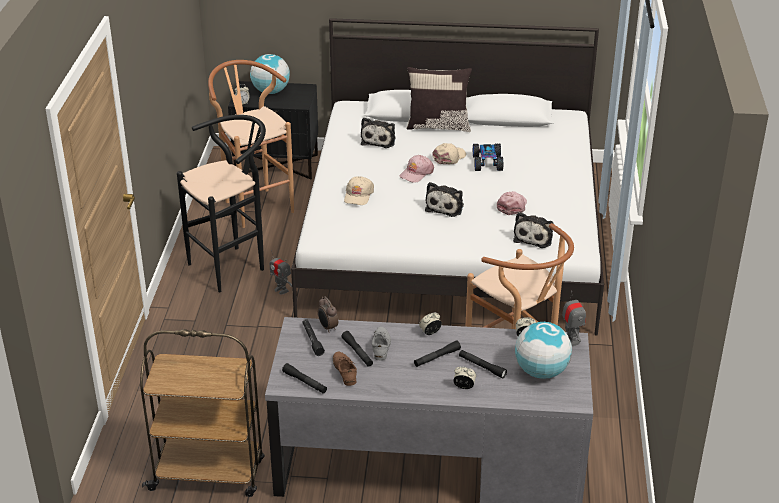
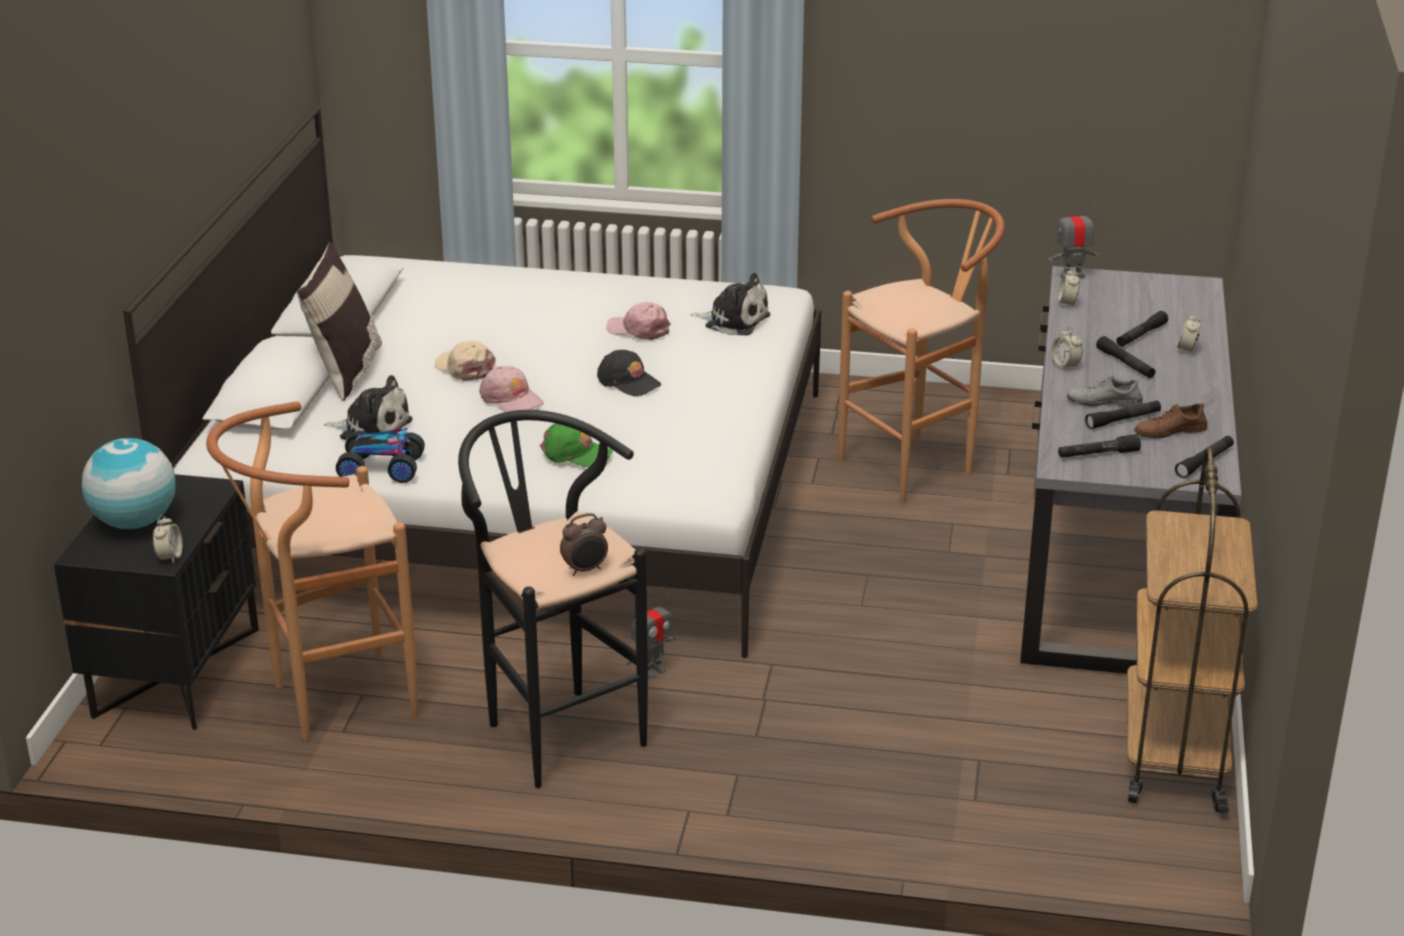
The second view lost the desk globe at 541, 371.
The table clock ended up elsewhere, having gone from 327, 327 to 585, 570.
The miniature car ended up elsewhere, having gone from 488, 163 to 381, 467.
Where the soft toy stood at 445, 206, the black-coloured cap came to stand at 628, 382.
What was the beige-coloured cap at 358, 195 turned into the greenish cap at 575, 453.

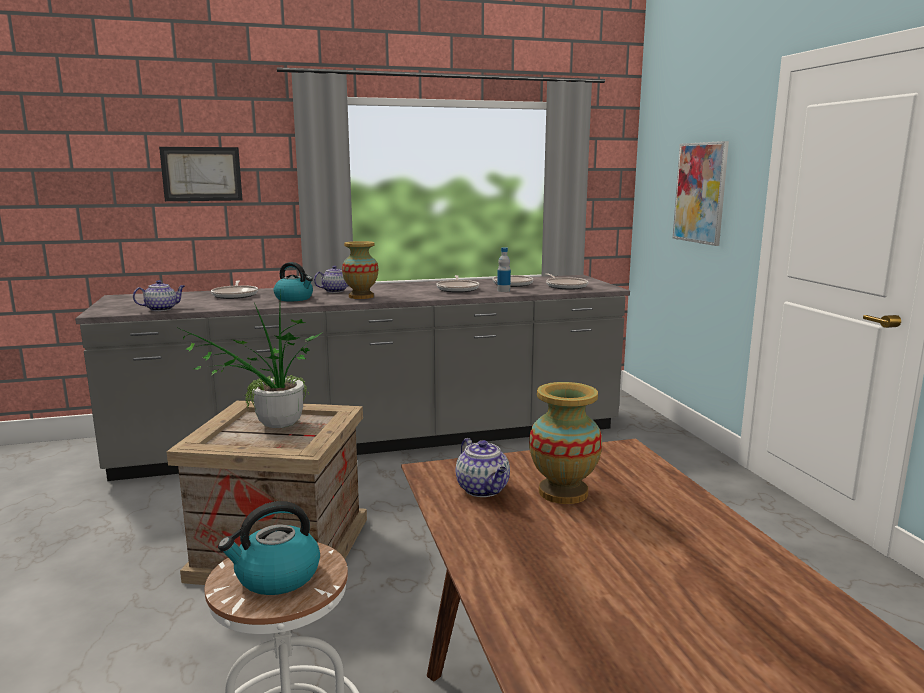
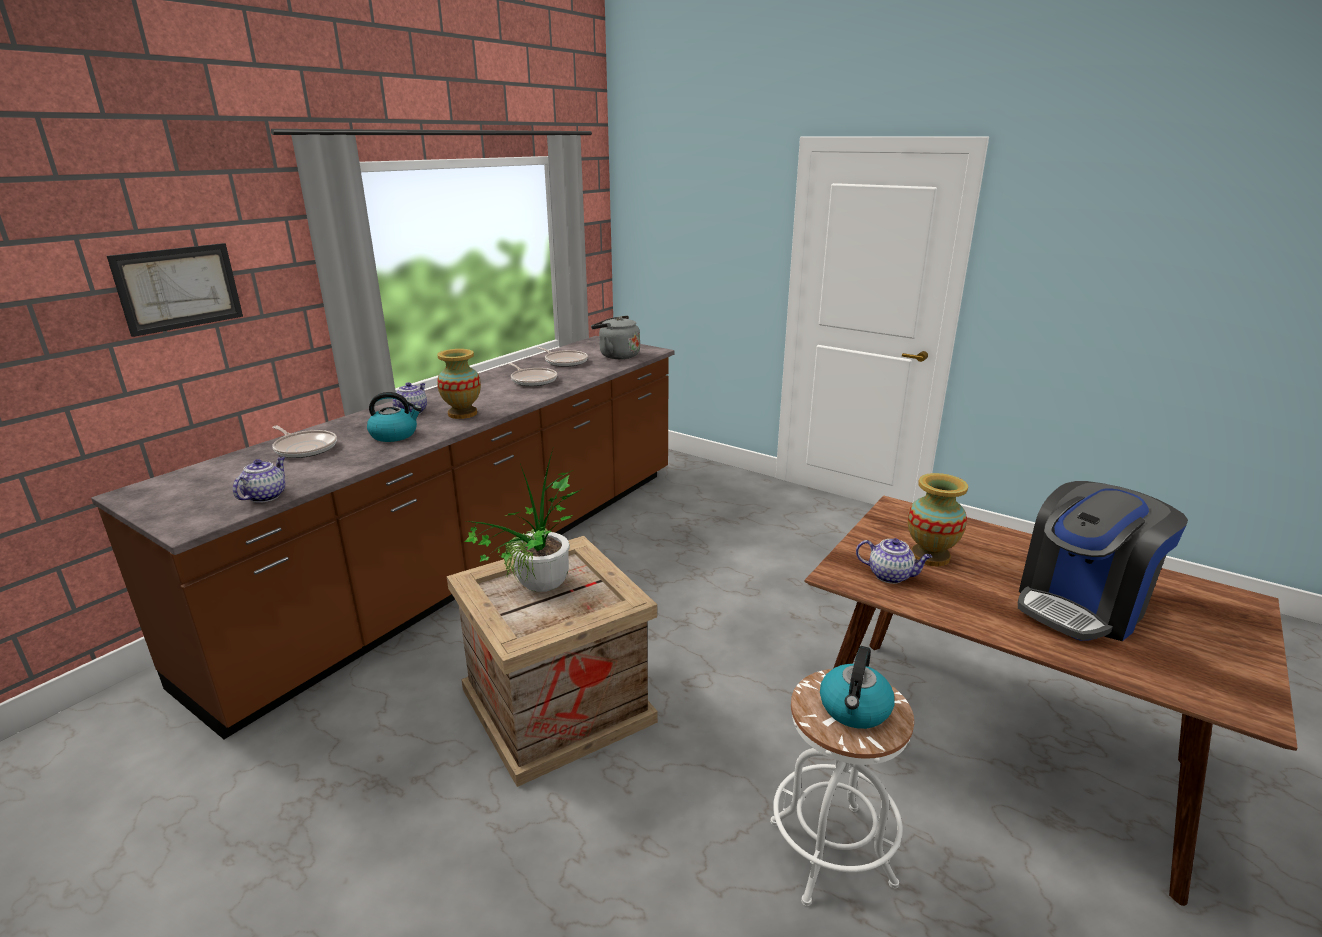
The second view lost the drink bottle at 503, 290.
The second view lost the wall picture at 700, 193.
The second view gained the coffee maker at 1082, 605.
Where the pan stood at 565, 286, the gray kettle came to stand at 617, 355.
What was the gray kitchen counter at 377, 440 turned into the brownish kitchen counter at 476, 561.

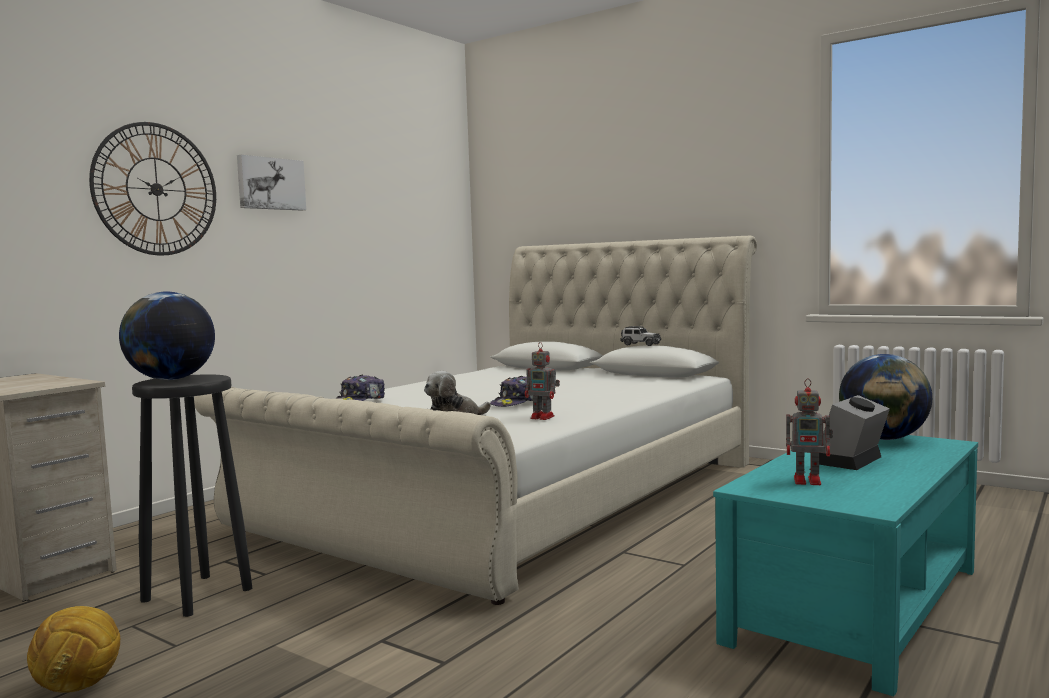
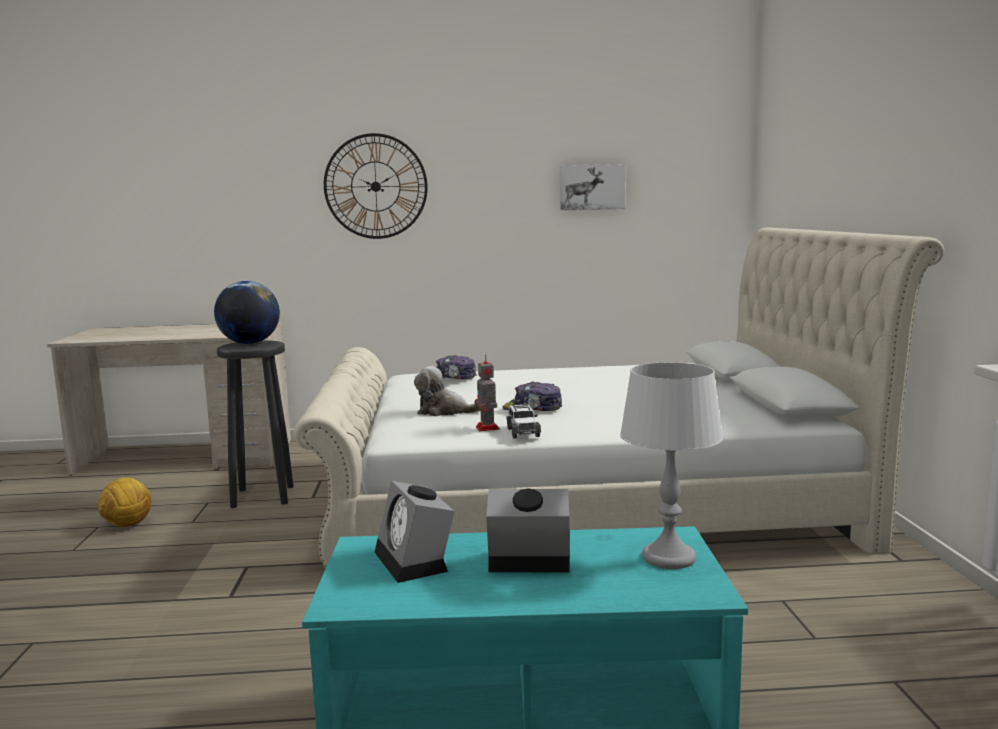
The wall picture ended up elsewhere, having gone from 270, 184 to 592, 187.
The miniature car ended up elsewhere, having gone from 640, 344 to 522, 432.
Where the robot figure stood at 809, 481, the table clock came to stand at 415, 561.
Where the desk globe stood at 884, 439, the gray table lamp came to stand at 668, 558.

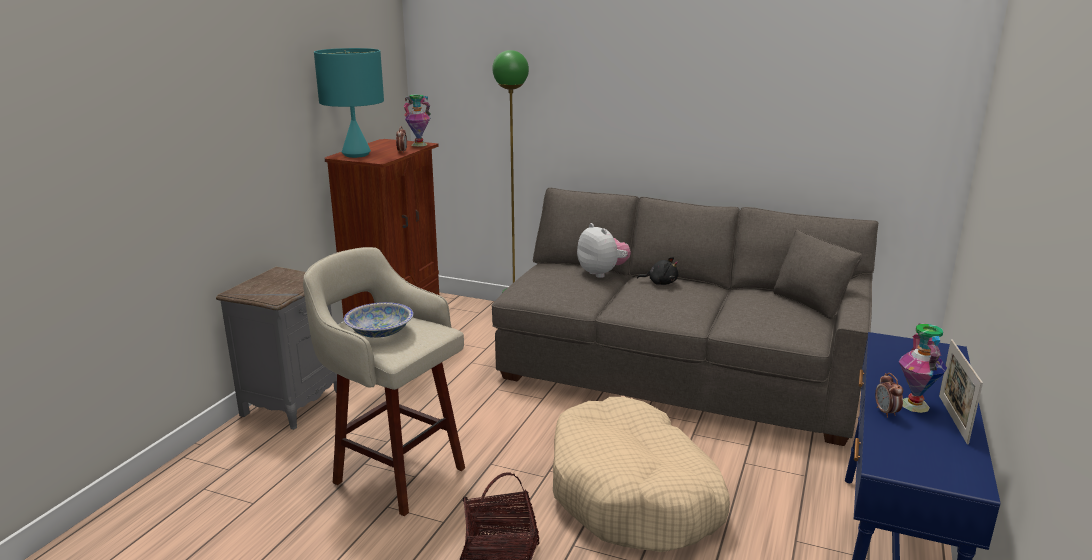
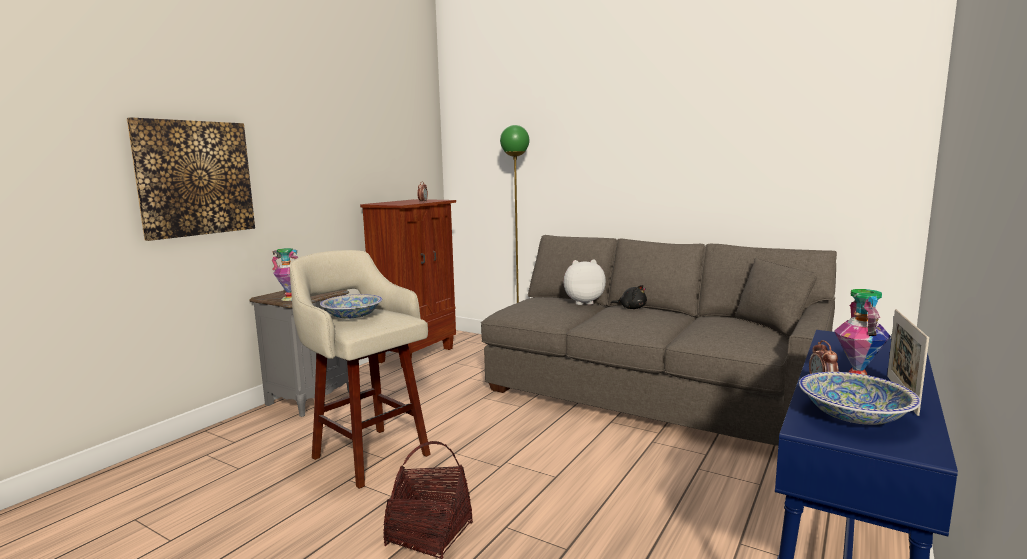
The second view lost the blue-green table lamp at 356, 155.
The second view lost the beige-coloured dog bed at 634, 494.
The second view gained the wall picture at 195, 178.
The second view gained the serving bowl at 854, 416.
The flower vase ended up elsewhere, having gone from 419, 144 to 289, 299.
The soft toy at 602, 273 ended up facing another way, 75 degrees counterclockwise from before.

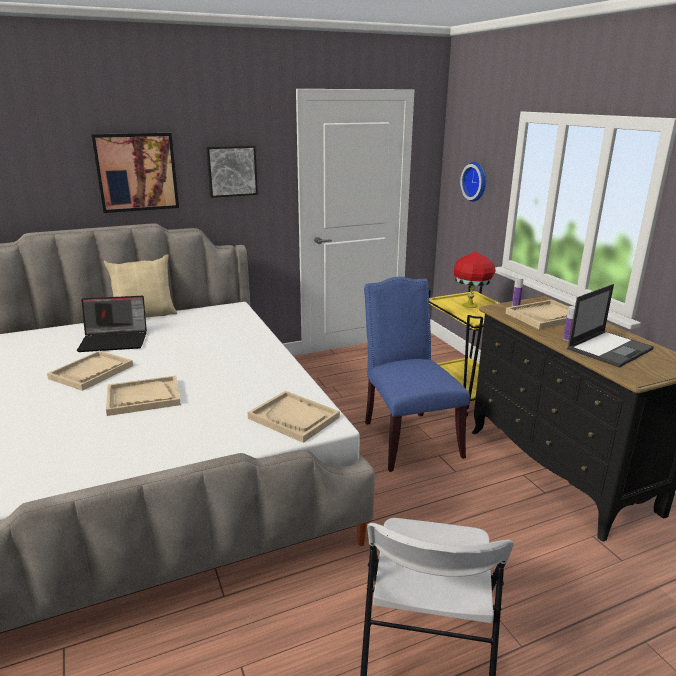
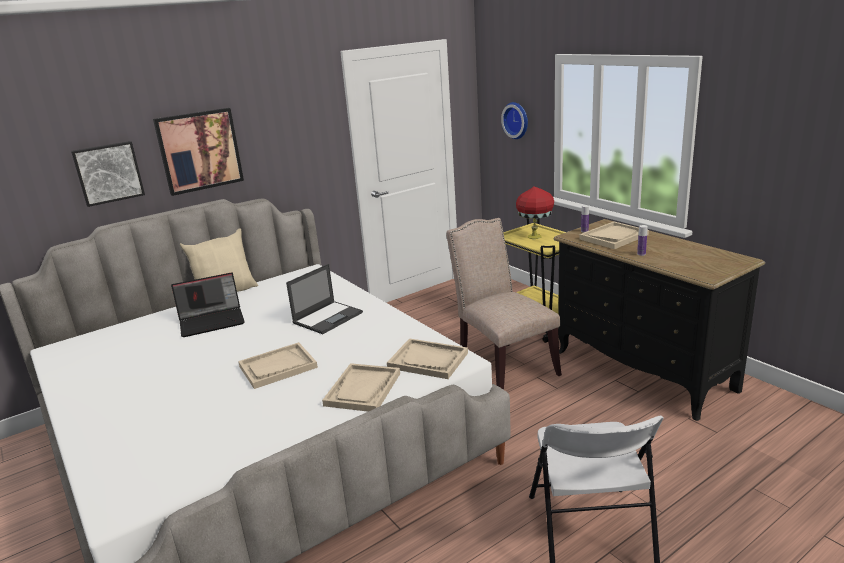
The beige-coloured tray ended up elsewhere, having gone from 91, 372 to 363, 389.
The wall picture ended up elsewhere, having gone from 231, 171 to 108, 173.
The notebook computer ended up elsewhere, having gone from 610, 348 to 328, 317.
What was the blue-coloured plain chair at 407, 437 turned into the beige-coloured plain chair at 503, 367.

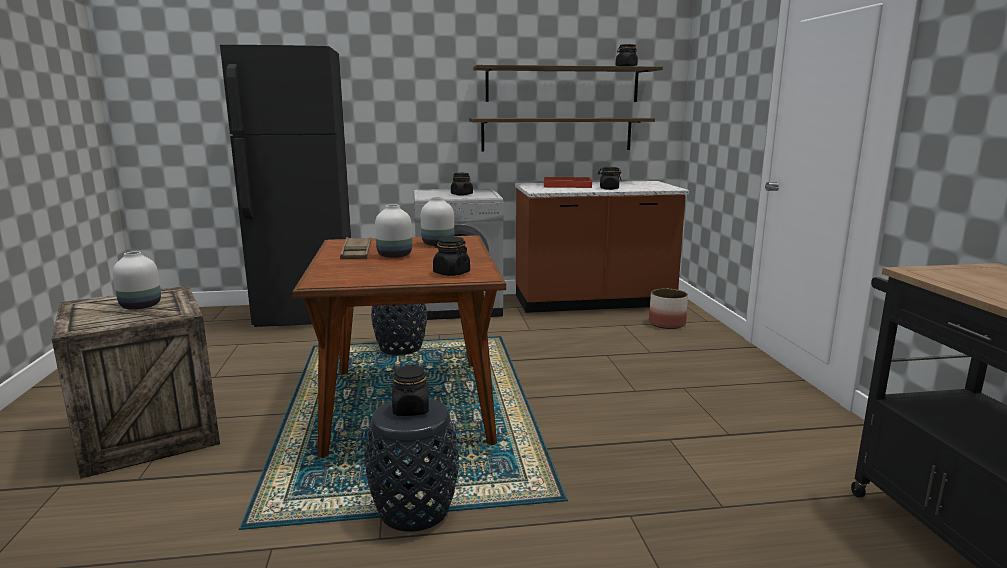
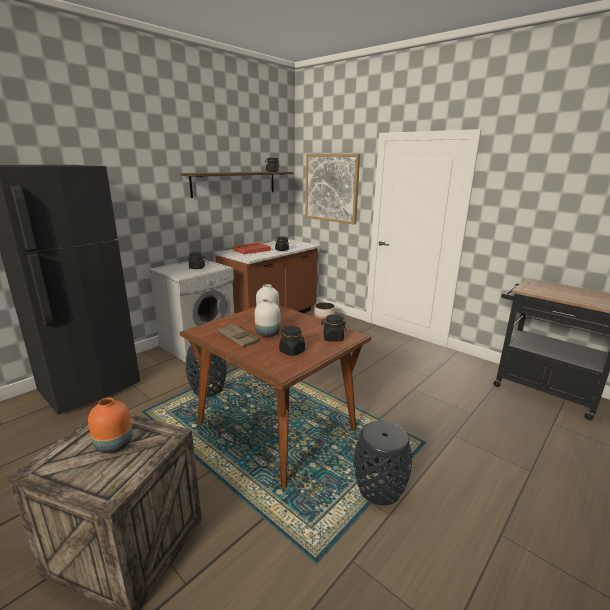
The second view lost the wall shelf at 557, 134.
The second view gained the wall picture at 331, 188.
The black-coloured jar ended up elsewhere, having gone from 411, 409 to 292, 351.
What was the white flower vase at 140, 306 turned into the orange flower vase at 113, 445.

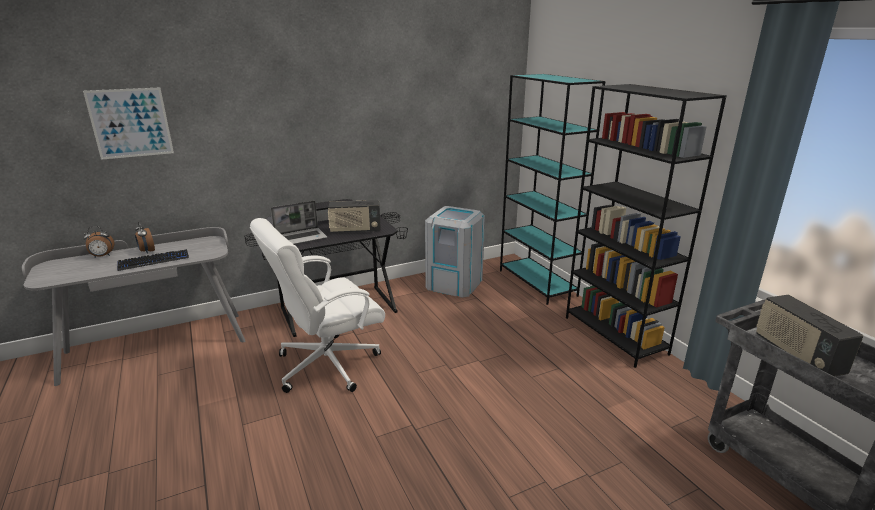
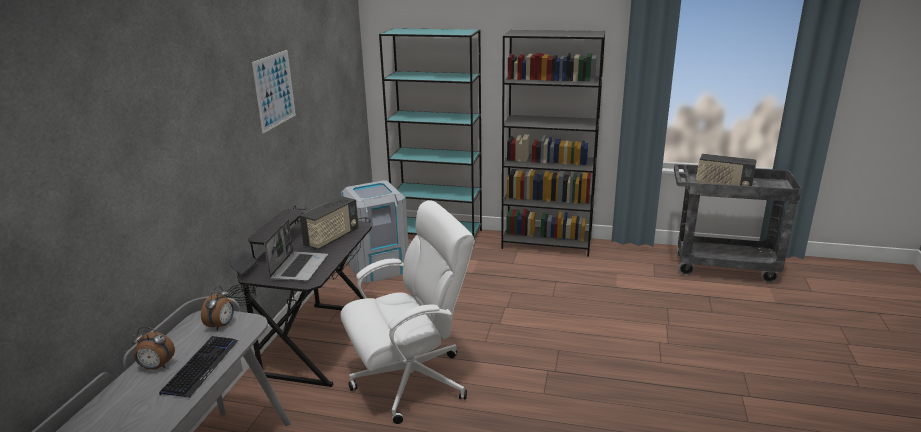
The wall picture ended up elsewhere, having gone from 130, 123 to 274, 90.
The table clock ended up elsewhere, having gone from 102, 256 to 222, 325.
The white office chair at 328, 364 ended up facing another way, 120 degrees counterclockwise from before.

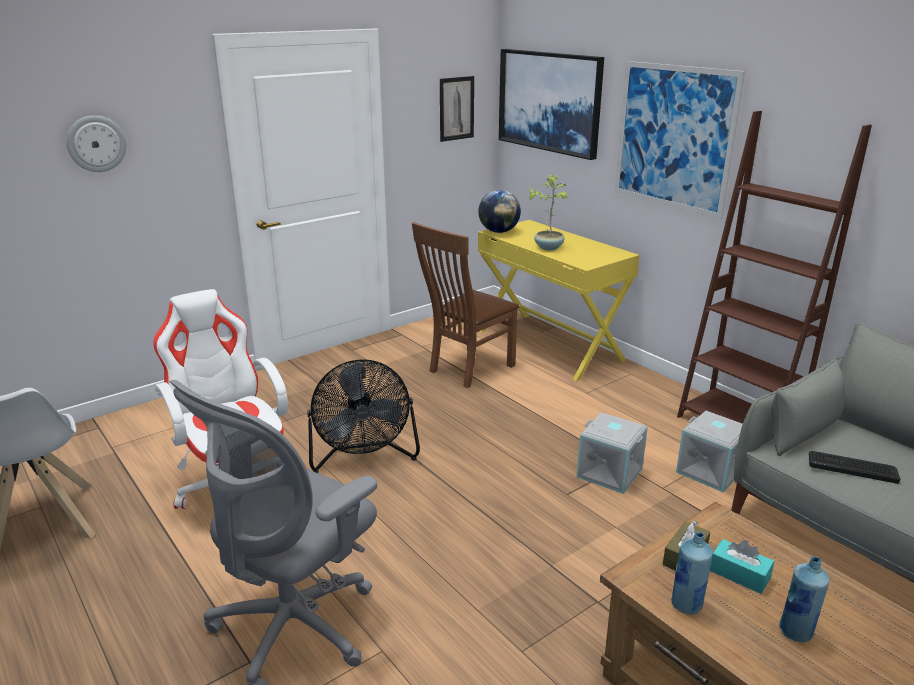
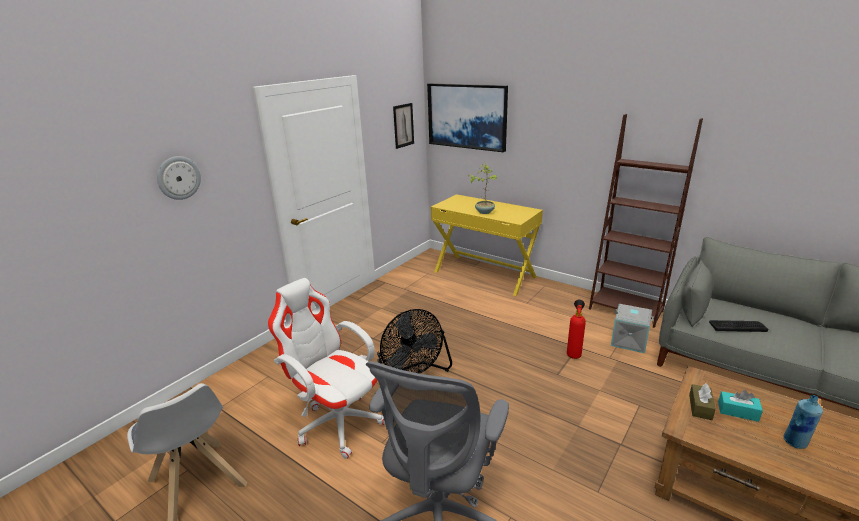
The second view lost the brownish plain chair at 467, 369.
The second view lost the desk globe at 498, 231.
The second view lost the wall picture at 674, 137.
The second view lost the blue-coloured drink bottle at 686, 605.
Where the gray storage box stood at 610, 472, the extinguisher came to stand at 573, 354.

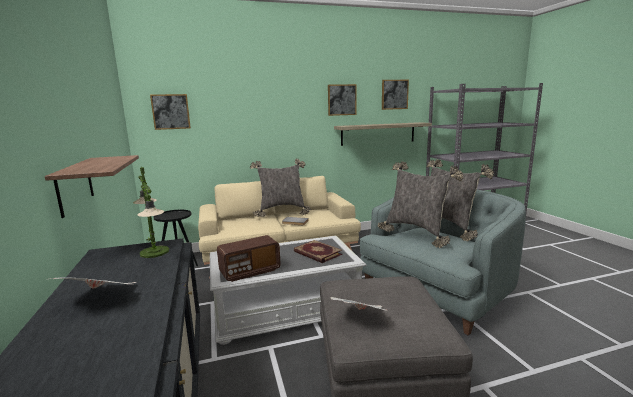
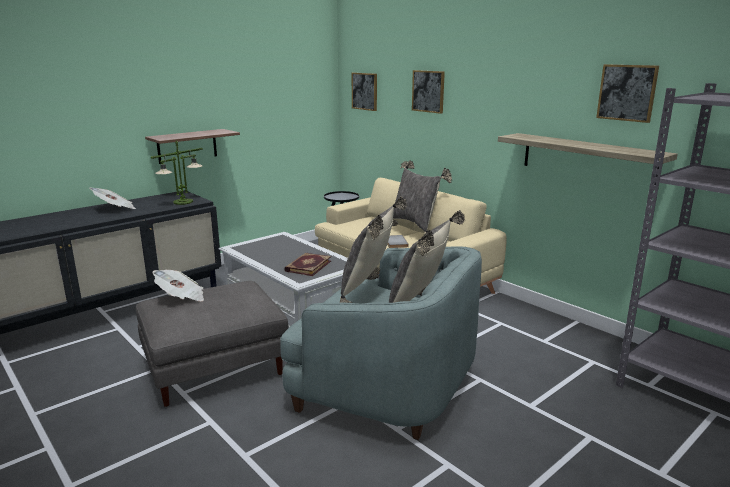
The second view lost the radio set at 250, 271.
The wall picture ended up elsewhere, having gone from 342, 100 to 428, 91.

